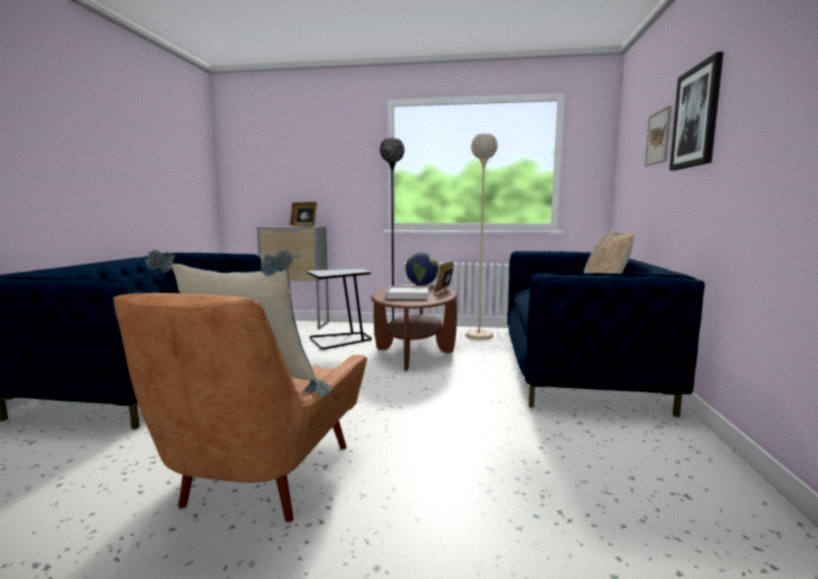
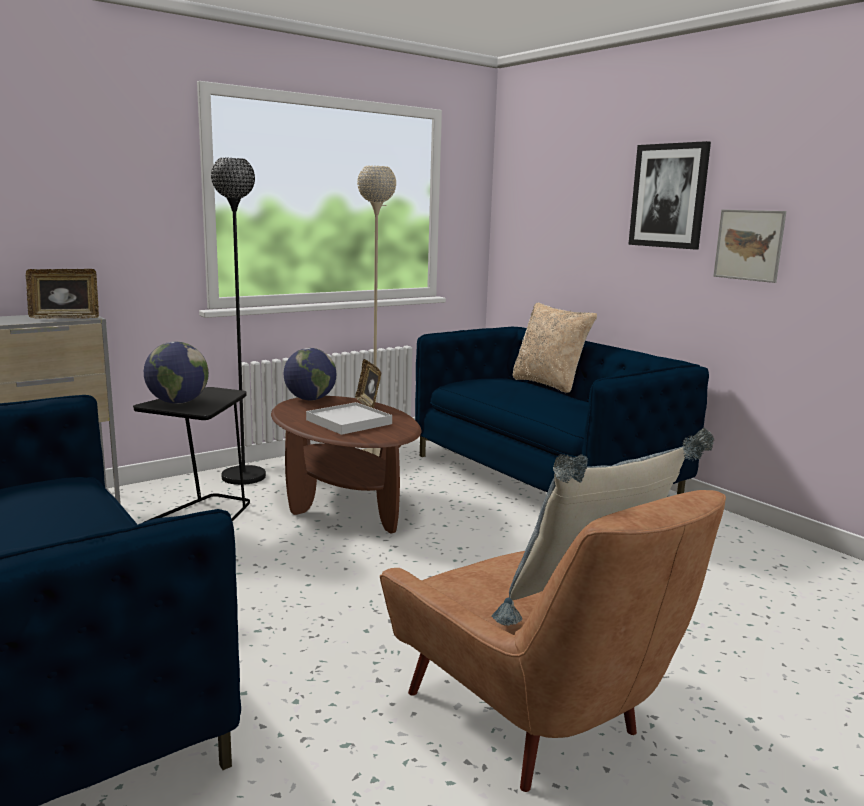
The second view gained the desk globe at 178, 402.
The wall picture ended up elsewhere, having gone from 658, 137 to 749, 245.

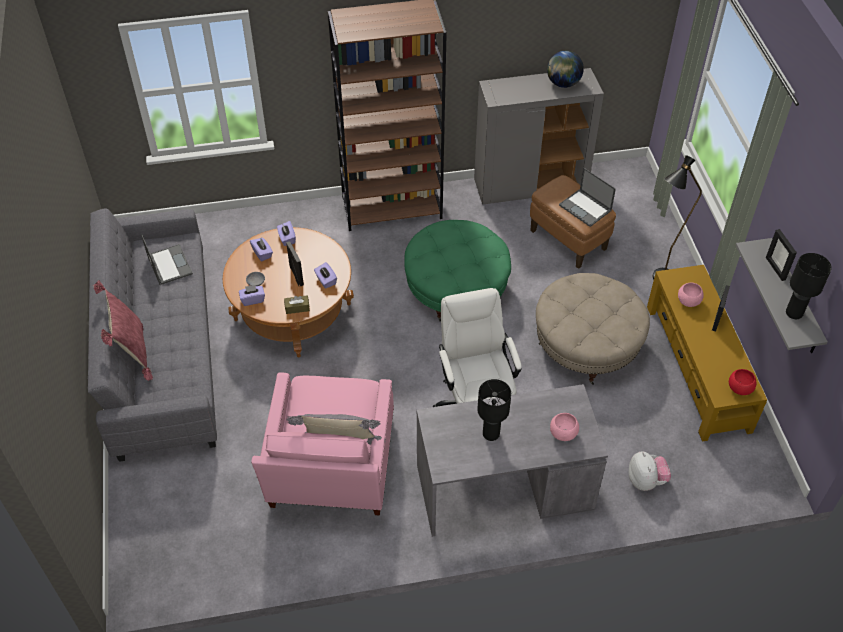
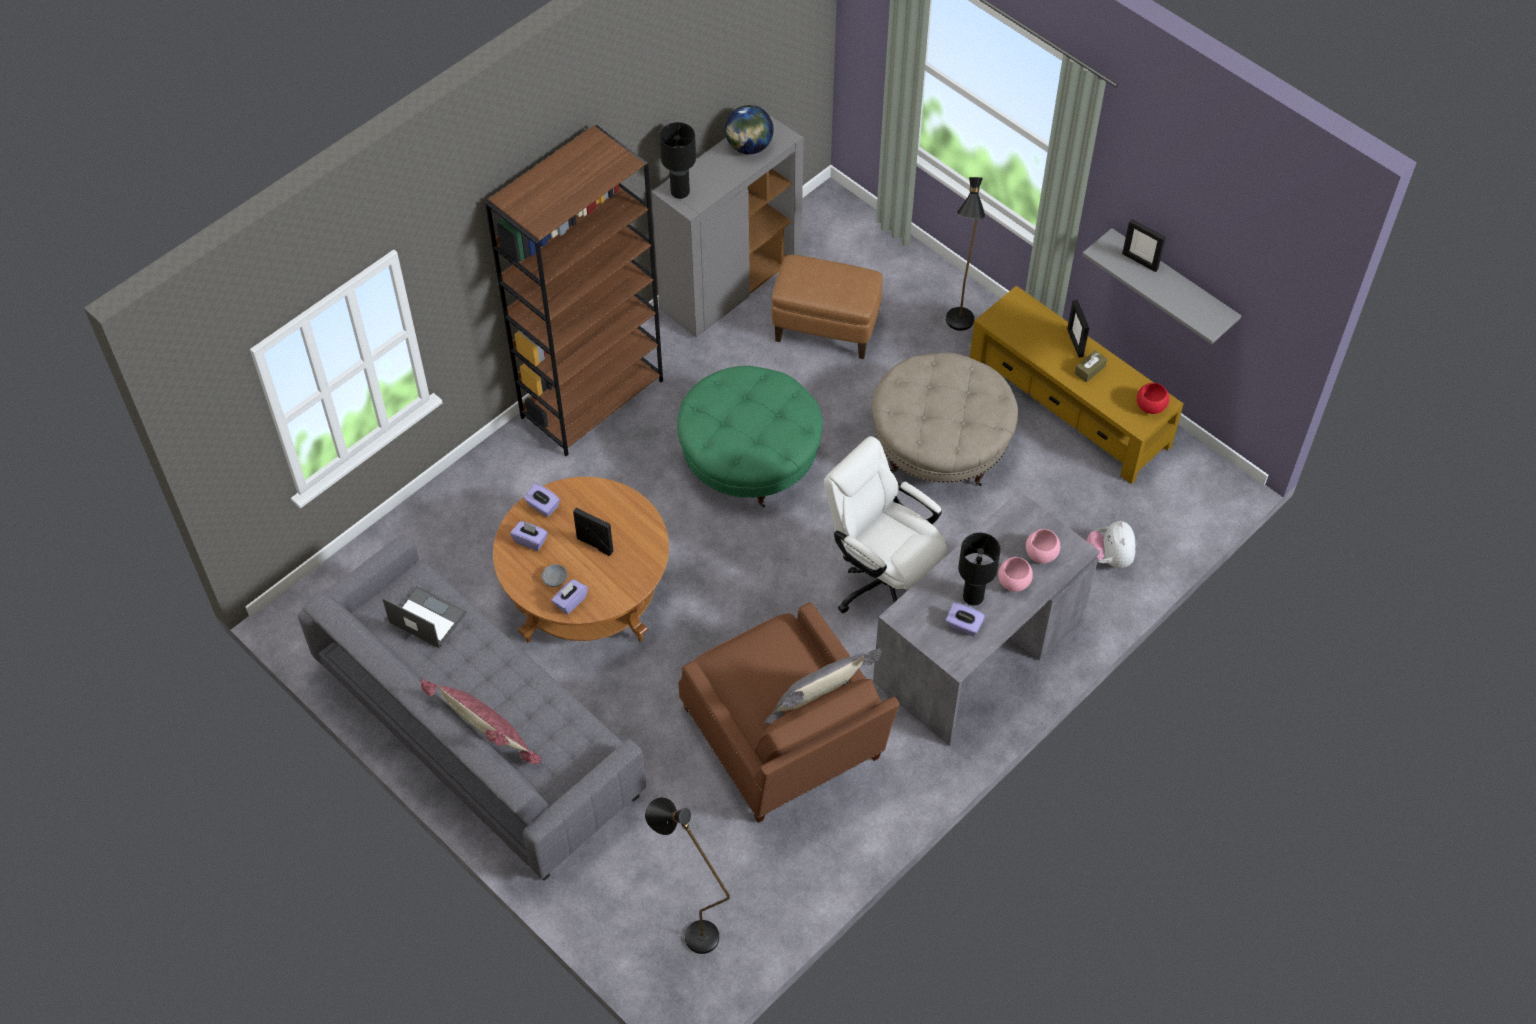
The second view lost the notebook computer at 585, 208.
The second view gained the black-coloured floor lamp at 691, 930.
The brownish box of tissues ended up elsewhere, having gone from 297, 308 to 1089, 370.
The purplish box of tissues ended up elsewhere, having gone from 326, 280 to 963, 626.
The pinkish serving bowl ended up elsewhere, having gone from 688, 301 to 1013, 582.
The black-coloured table lamp ended up elsewhere, having gone from 793, 313 to 679, 192.
What was the pinkish lounge chair at 331, 465 turned into the brownish lounge chair at 783, 738.
The soft toy at 646, 481 ended up facing another way, 135 degrees counterclockwise from before.

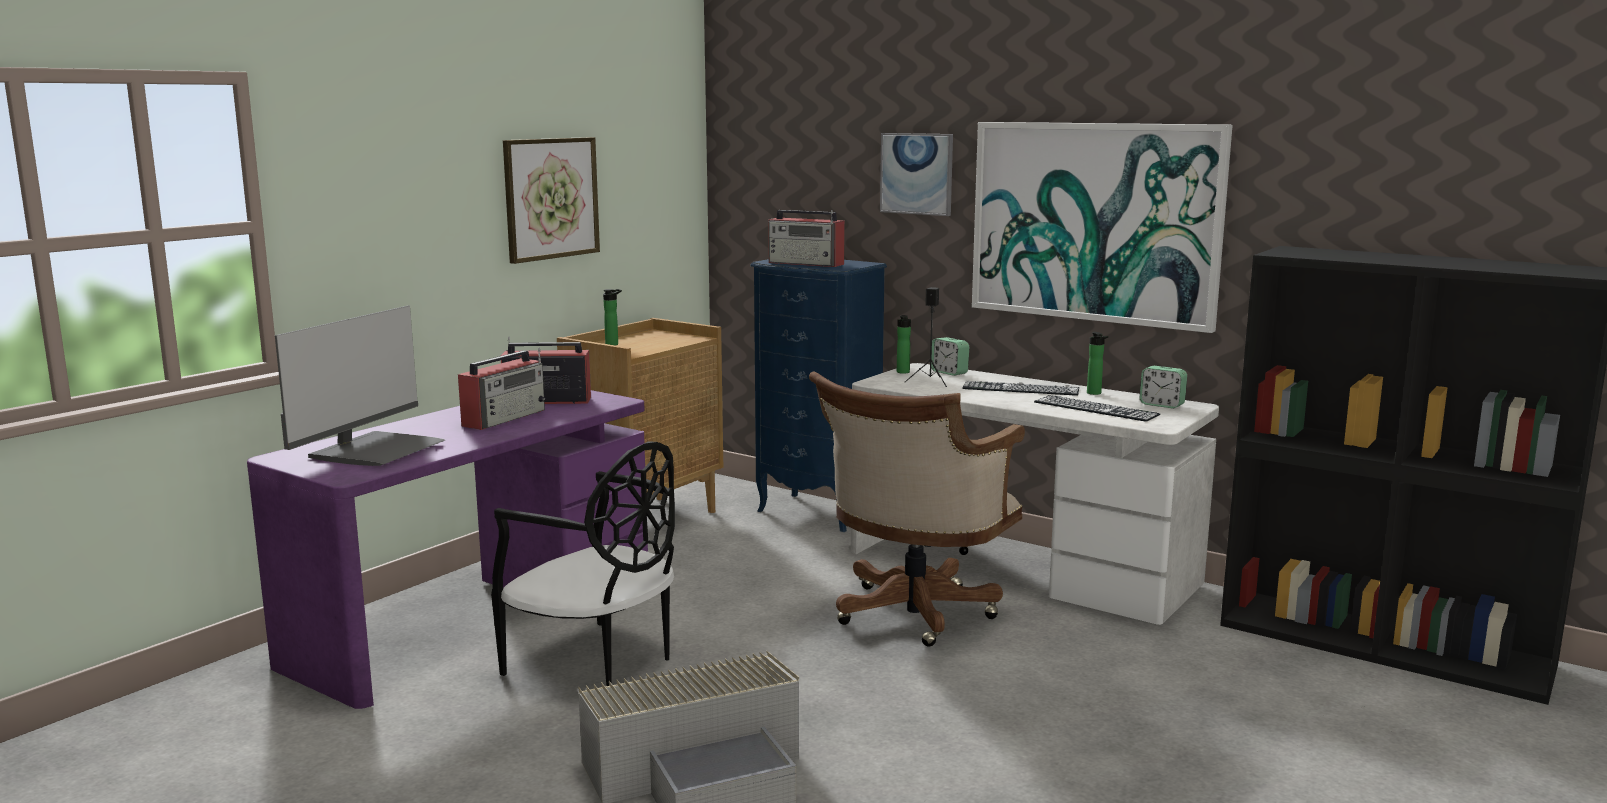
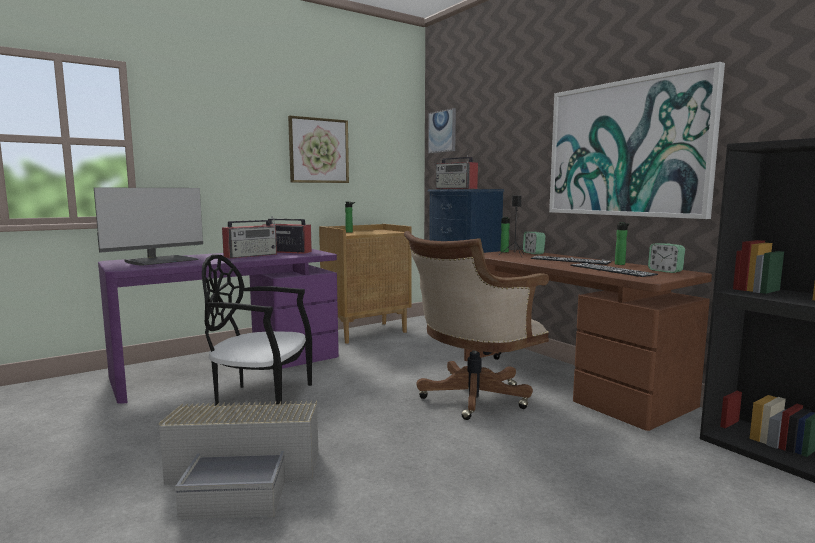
The wall picture ended up elsewhere, having gone from 917, 173 to 442, 131.
What was the white desk unit at 1021, 567 turned into the brownish desk unit at 567, 380.
The black-coloured plain chair at 596, 662 ended up facing another way, 135 degrees clockwise from before.

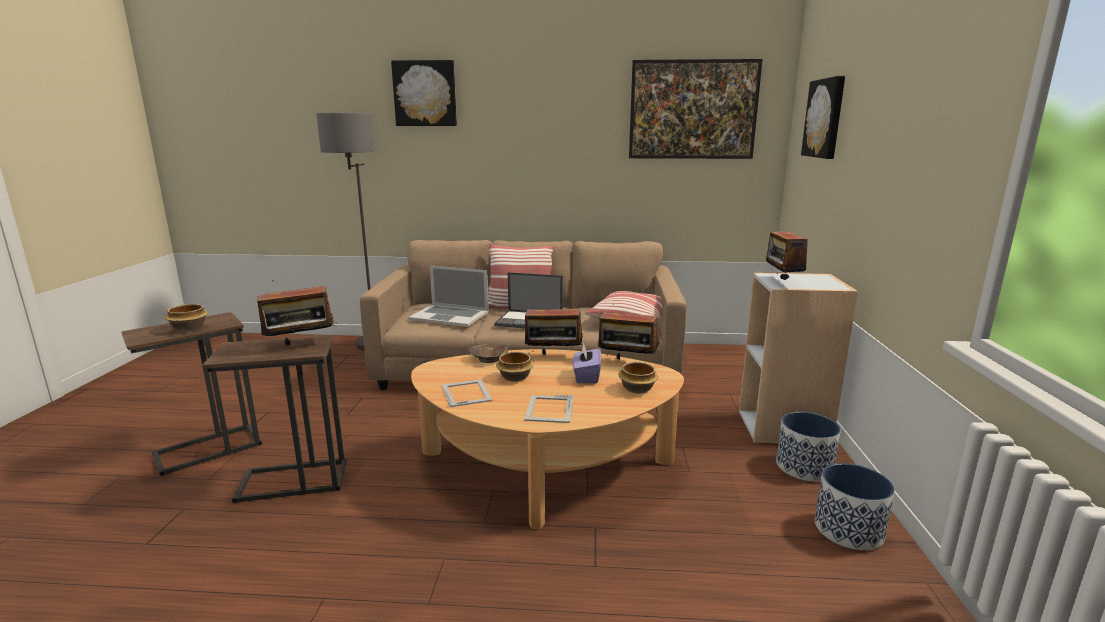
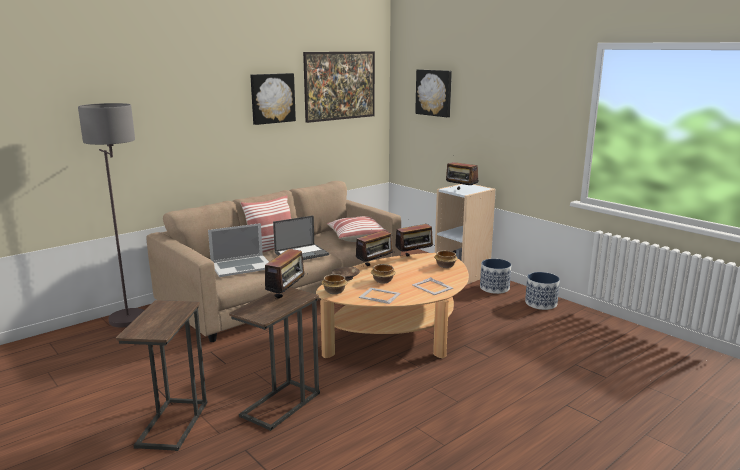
The second view lost the purplish box of tissues at 586, 376.
The serving bowl ended up elsewhere, having gone from 188, 328 to 334, 291.
The wall picture ended up elsewhere, having gone from 425, 93 to 272, 98.

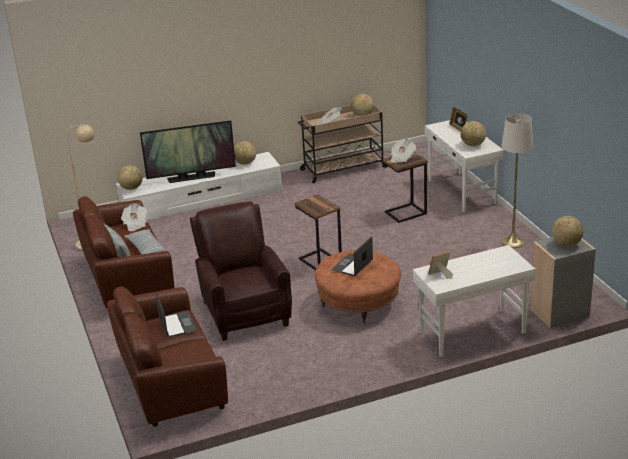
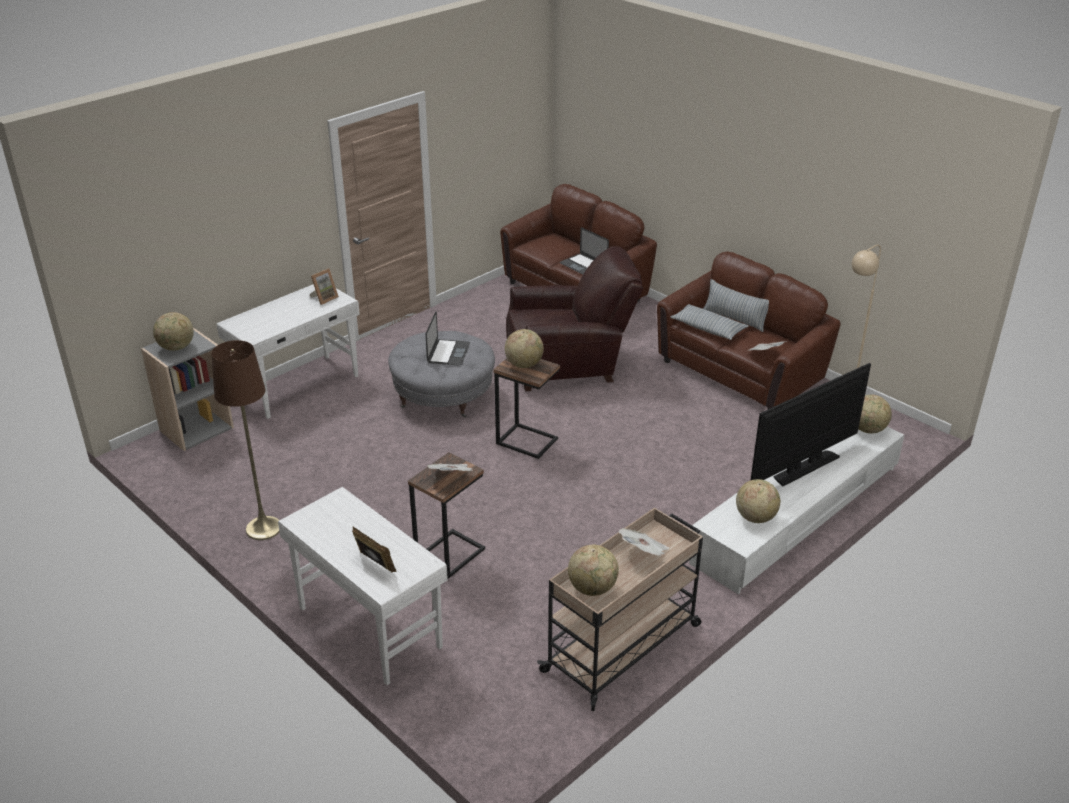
The desk globe ended up elsewhere, having gone from 473, 145 to 524, 364.
What was the brownish footrest at 358, 303 turned into the gray footrest at 443, 395.
What was the white floor lamp at 513, 242 turned into the brownish floor lamp at 263, 528.
The brownish lounge chair at 244, 309 ended up facing another way, 60 degrees counterclockwise from before.

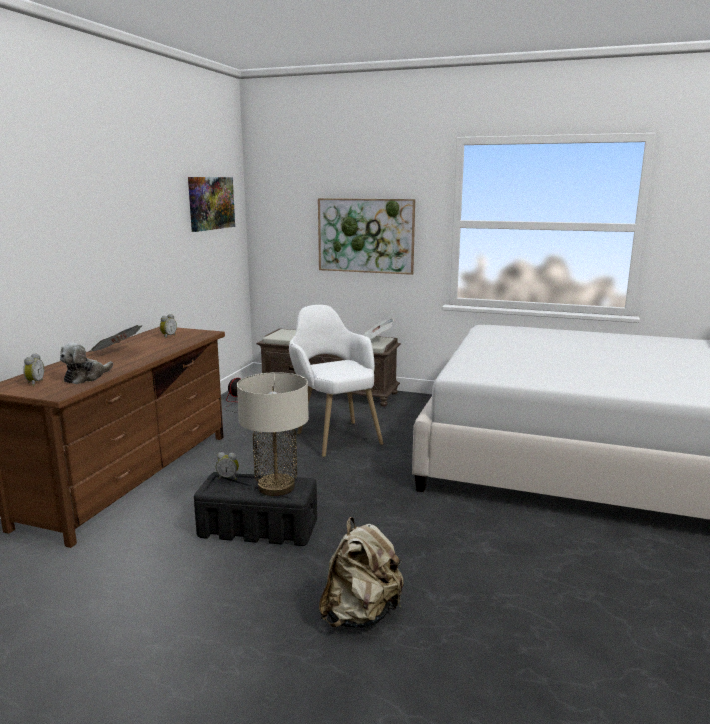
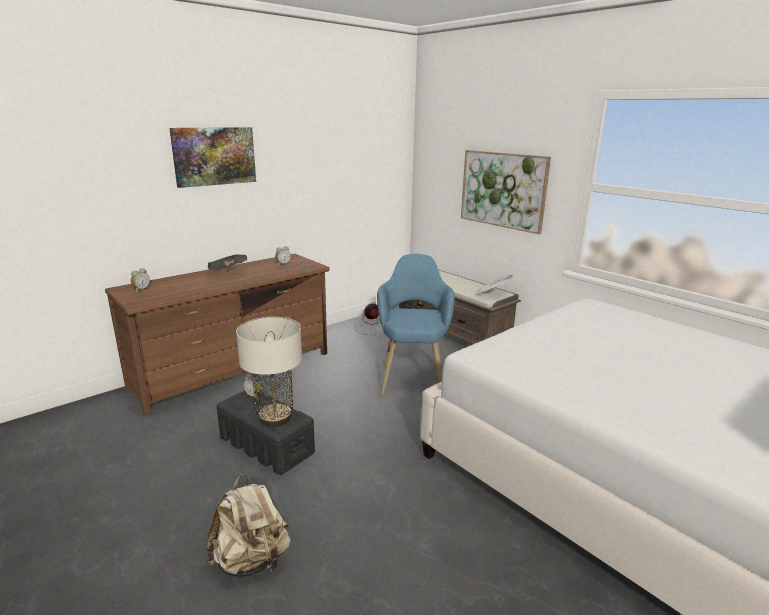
The second view lost the soft toy at 86, 377.
The wall picture ended up elsewhere, having gone from 211, 203 to 214, 156.
What was the white lounge chair at 334, 435 turned into the blue-coloured lounge chair at 412, 375.

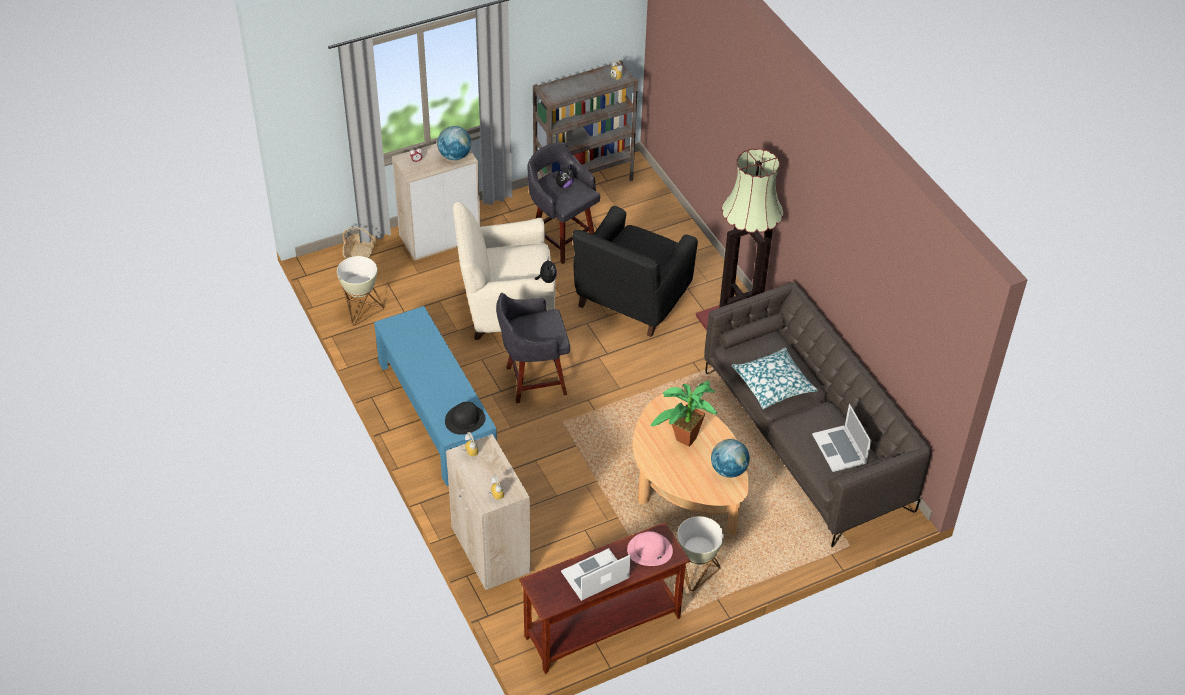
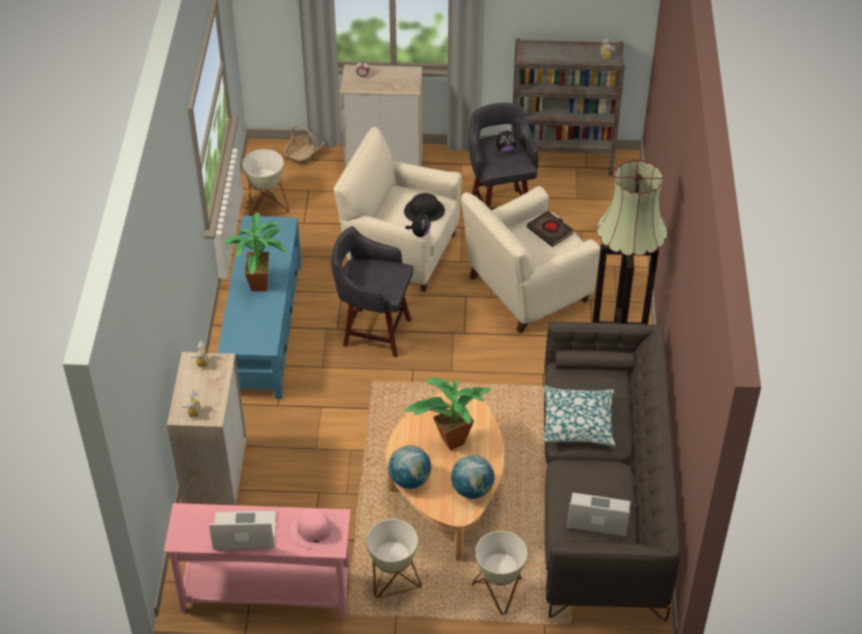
The second view gained the houseplant at 262, 283.
The second view gained the plant pot at 498, 593.
The second view gained the black-coloured book at 550, 231.
The desk globe ended up elsewhere, having gone from 455, 156 to 410, 480.
The black-coloured wearable hat ended up elsewhere, having gone from 465, 419 to 424, 210.
What was the brownish narrow table at 602, 627 turned into the pinkish narrow table at 265, 593.
What was the black-coloured lounge chair at 630, 300 turned into the beige-coloured lounge chair at 525, 290.
The notebook computer at 839, 448 ended up facing another way, 90 degrees clockwise from before.

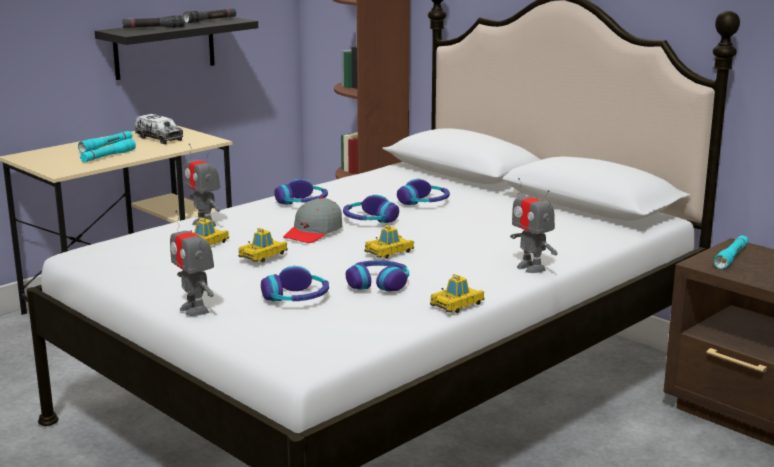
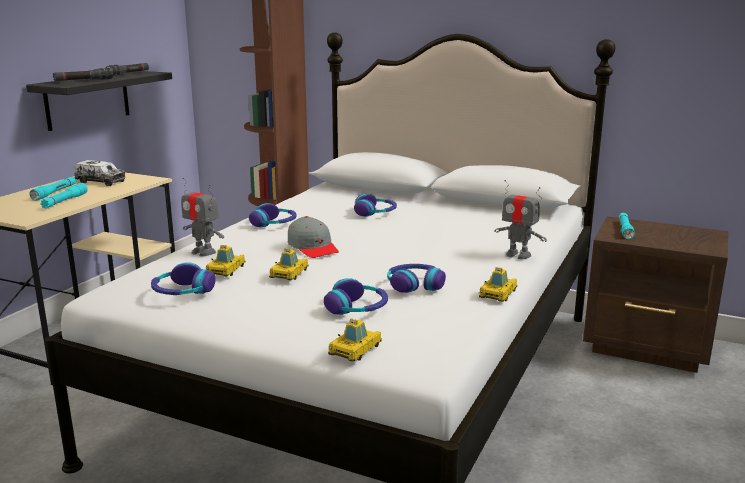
The second view lost the robot figure at 195, 309.
The headset ended up elsewhere, having gone from 369, 220 to 182, 291.
The miniature car ended up elsewhere, having gone from 389, 252 to 355, 349.
The gray cap at 313, 232 ended up facing another way, 45 degrees counterclockwise from before.

